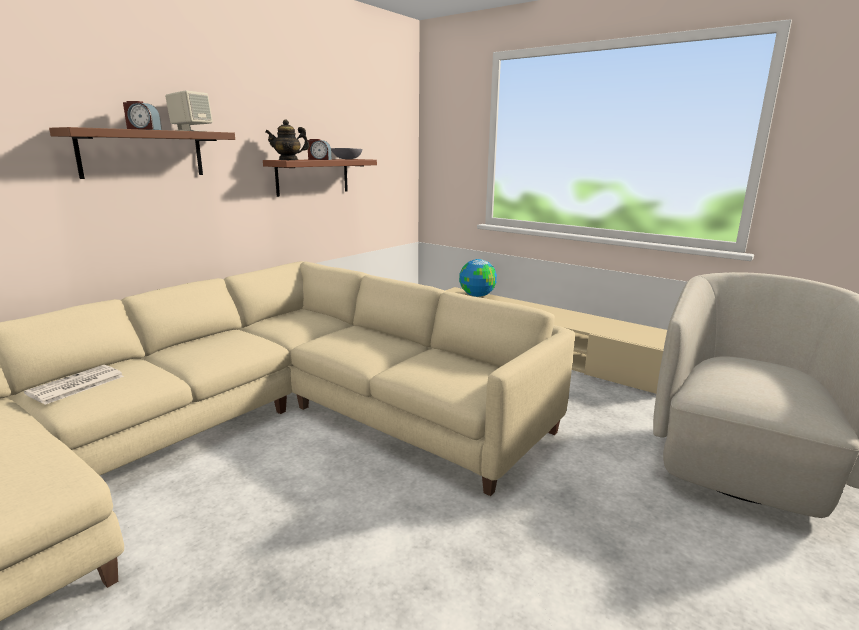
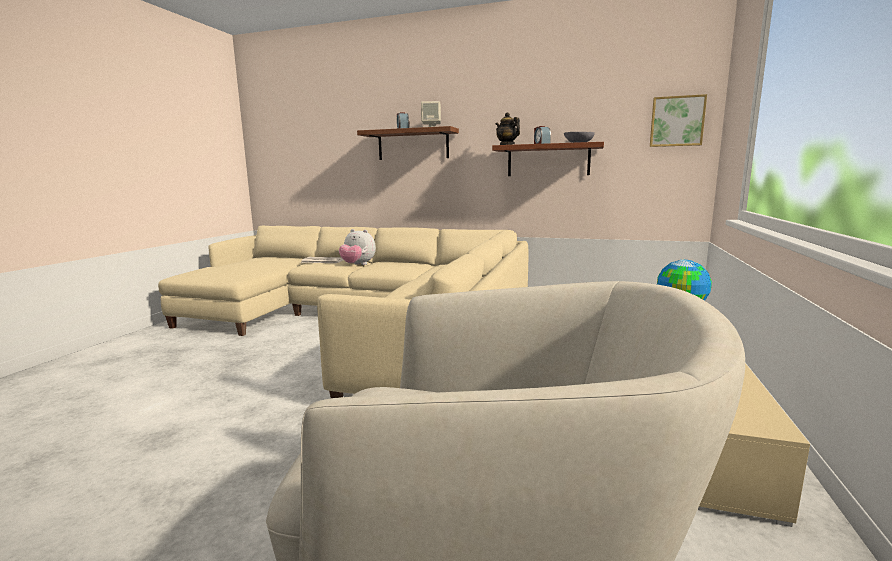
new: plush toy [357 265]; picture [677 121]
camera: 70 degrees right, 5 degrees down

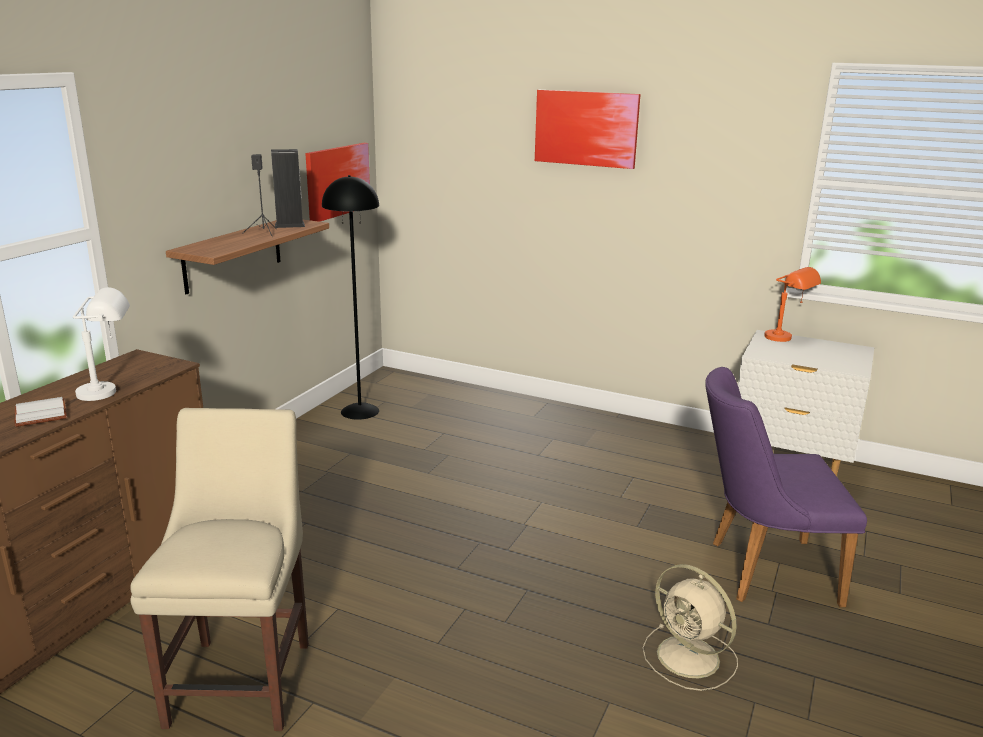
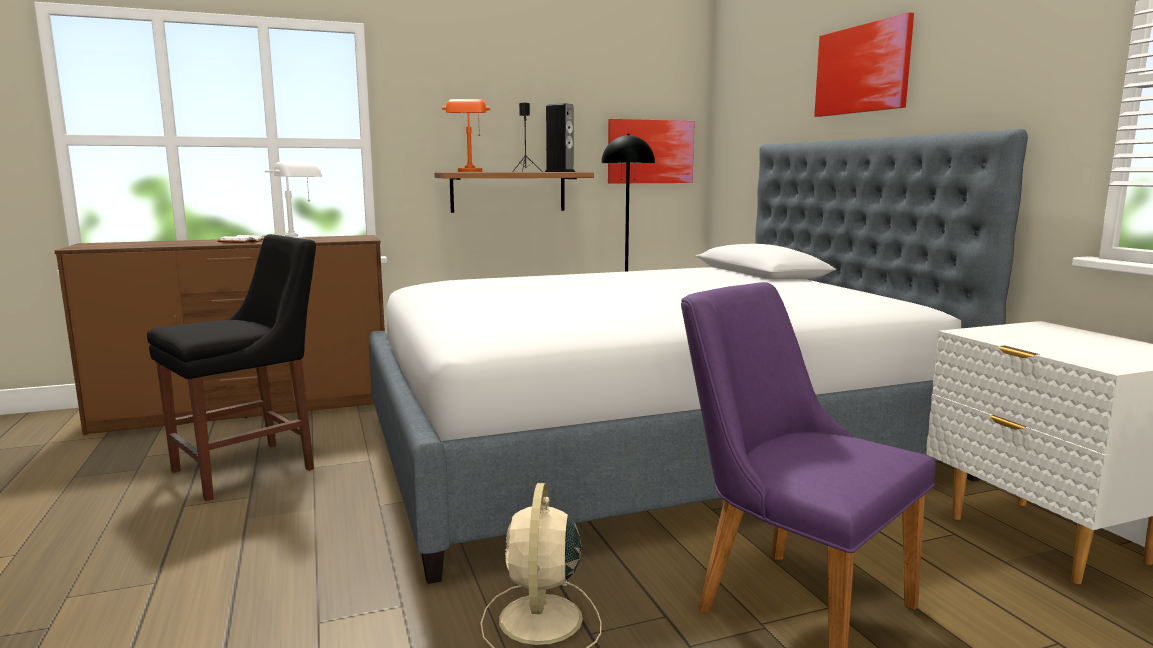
new: bed [647 446]
shifted: orange table lamp [786 339] to [469 172]
repainted: beige chair [243 677] to black chair [251 468]
camera: 45 degrees right, 10 degrees down

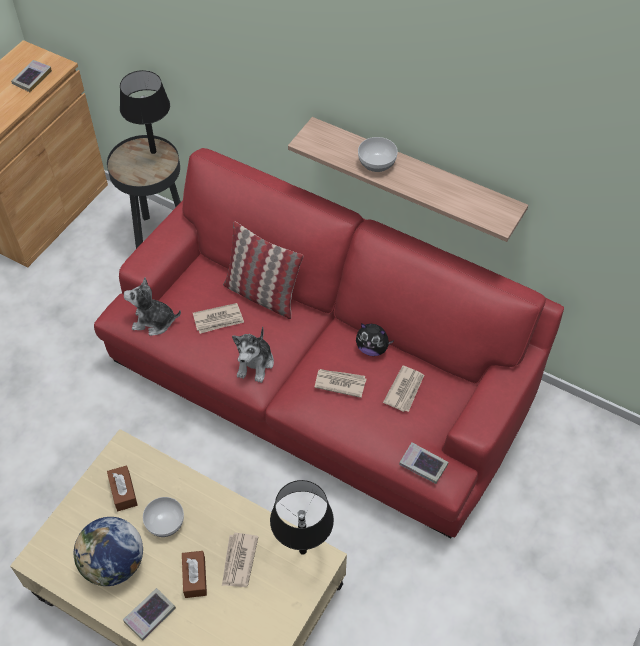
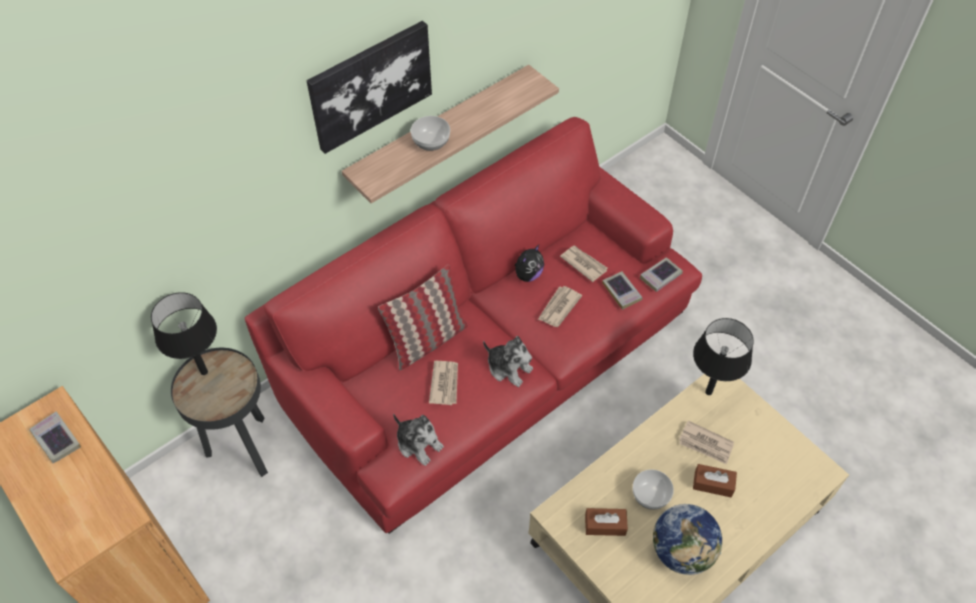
new: picture [370 85]
shifted: book [150 615] to [621 292]
rotated: plush toy [154 321] = [418 443] 75 degrees counterclockwise
camera: 70 degrees left, 0 degrees up

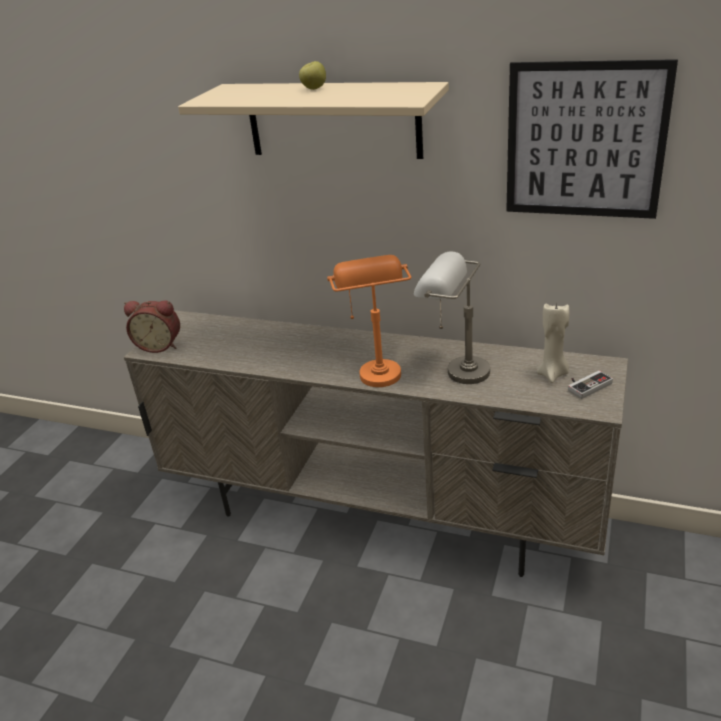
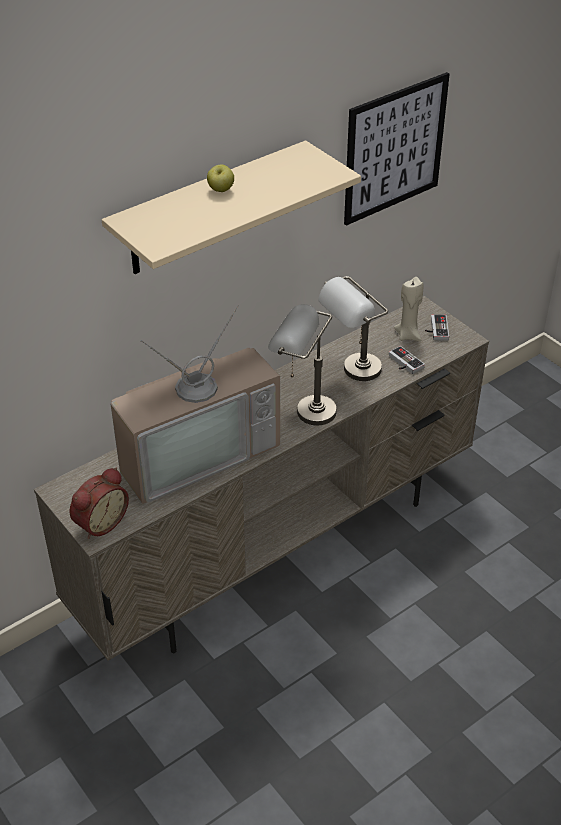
new: television [196 451]; game controller [403 363]
repainted: orange table lamp [376 368] to grey table lamp [303 409]
camera: 60 degrees left, 10 degrees up

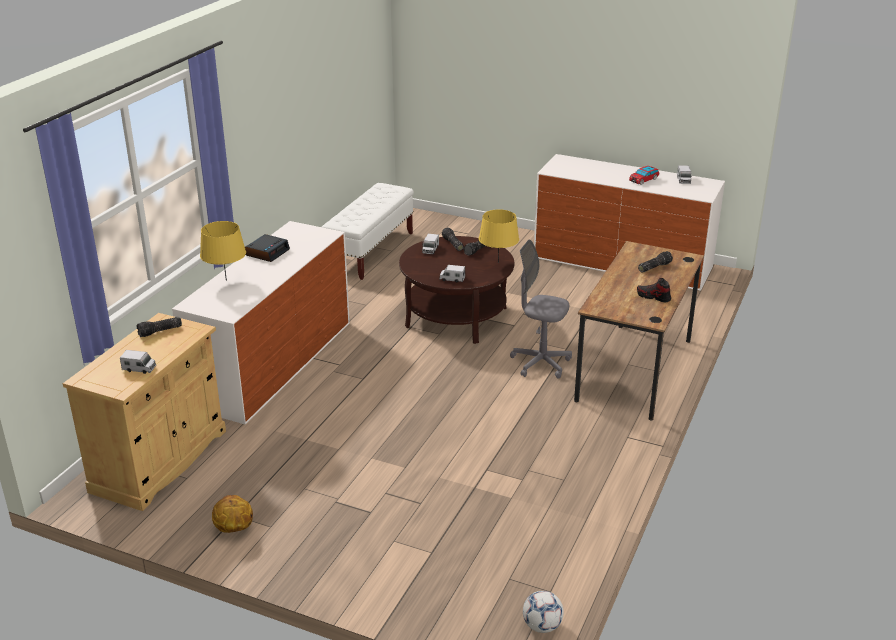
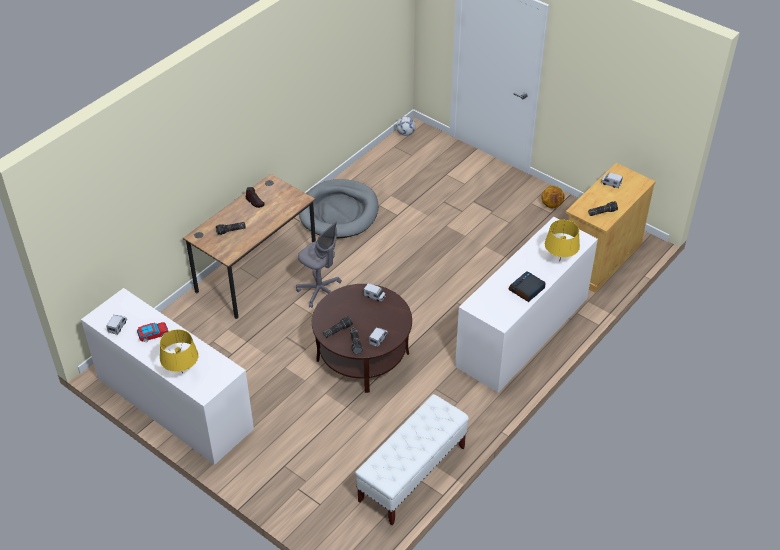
new: grey dog bed [339 212]
shifted: yellow table lamp [498 262] to [182 373]
camera: 165 degrees left, 15 degrees up

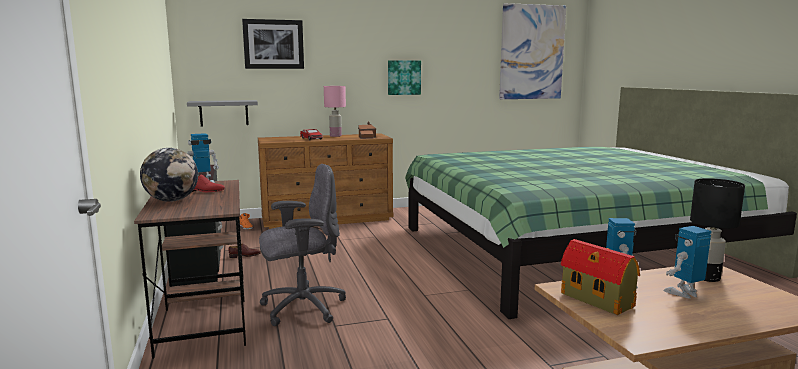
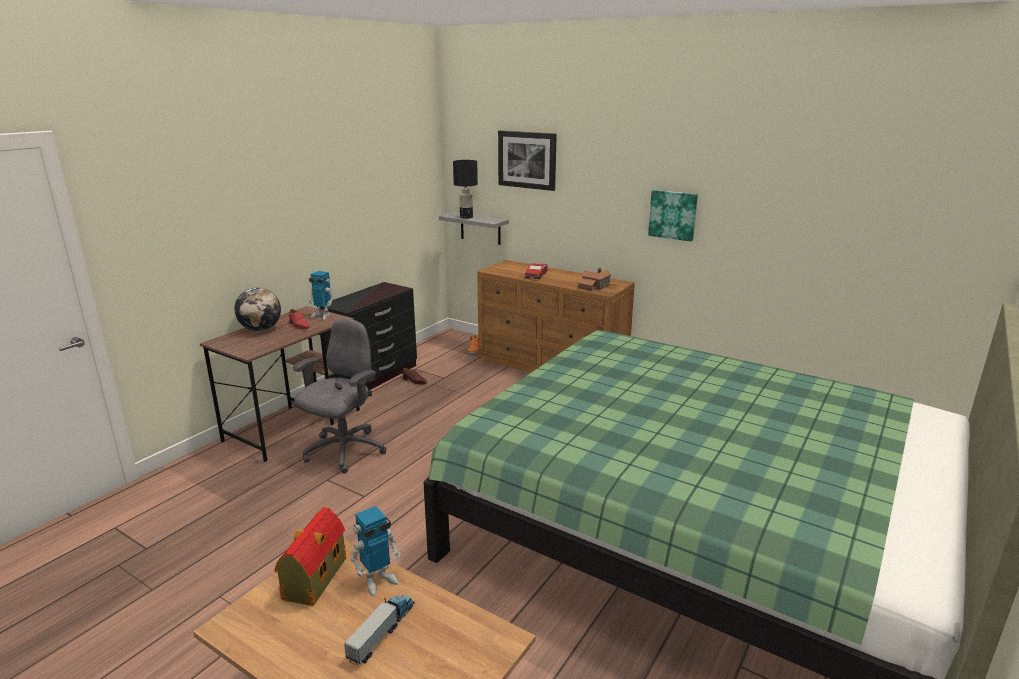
gone: pink table lamp [335 136]; picture [531 52]
shifted: black table lamp [706 278] to [466 217]
swapped: toy robot [684 293] to toy truck [382 632]
rotated: grey office chair [301 308] = [344 451] 90 degrees counterclockwise
camera: 50 degrees right, 10 degrees up

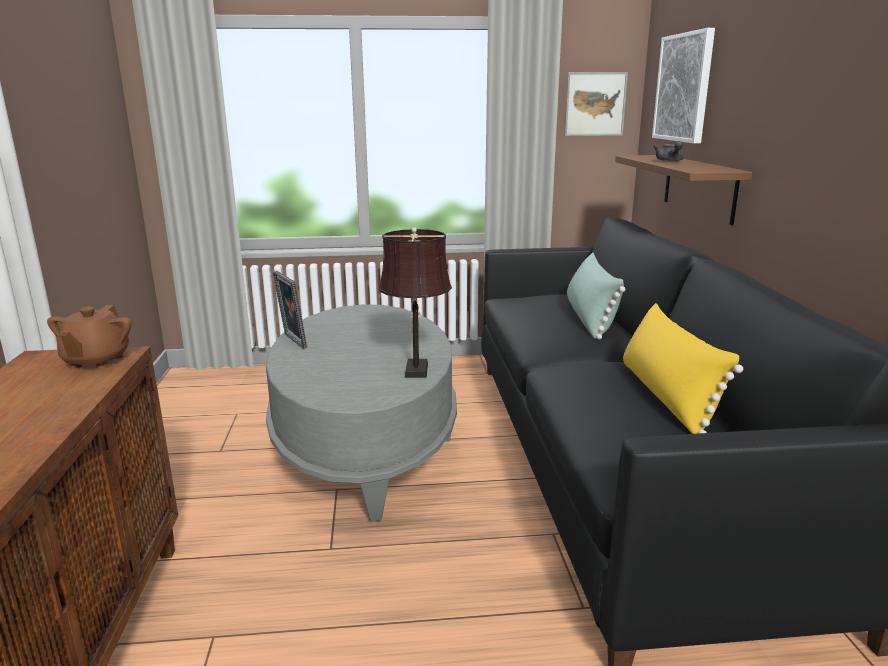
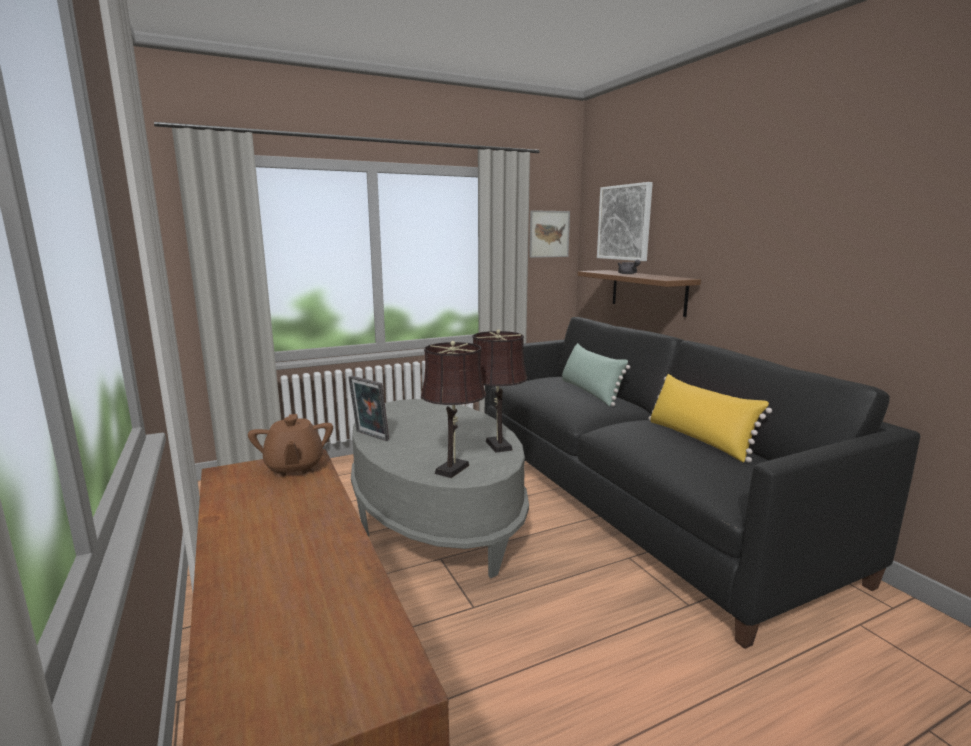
new: brown table lamp [454 468]
camera: 20 degrees left, 5 degrees down

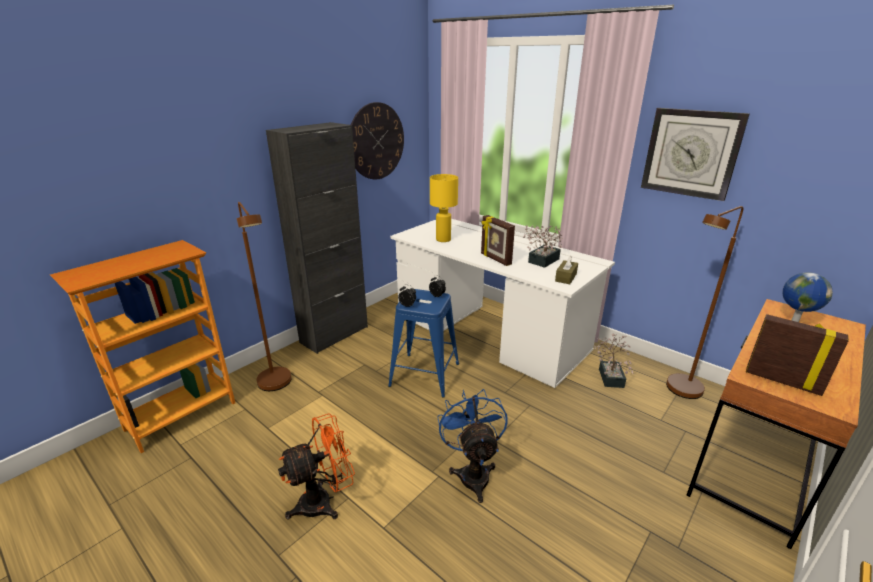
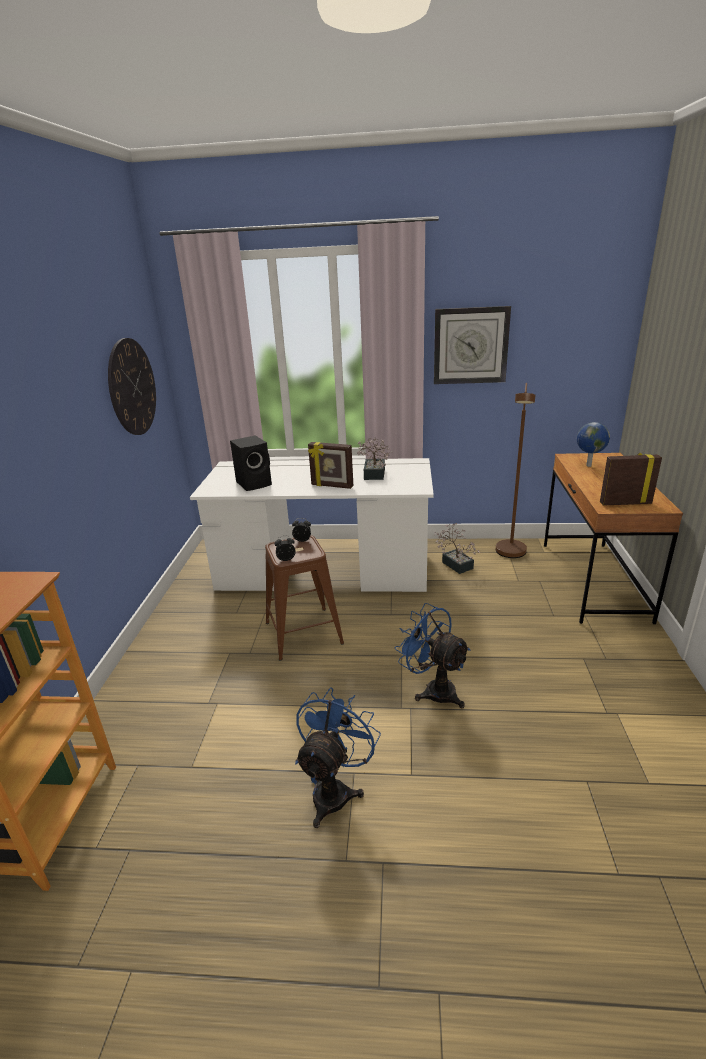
gone: brown floor lamp [277 386]; black cabinet [334 334]; brown tissue box [566 277]
swapped: yellow table lamp [443 239] to black speaker [255 483]
repainted: orange fan [324 501] to blue fan [335 790]; blue stool [425 374] to brown stool [304 633]
camera: 35 degrees left, 0 degrees up

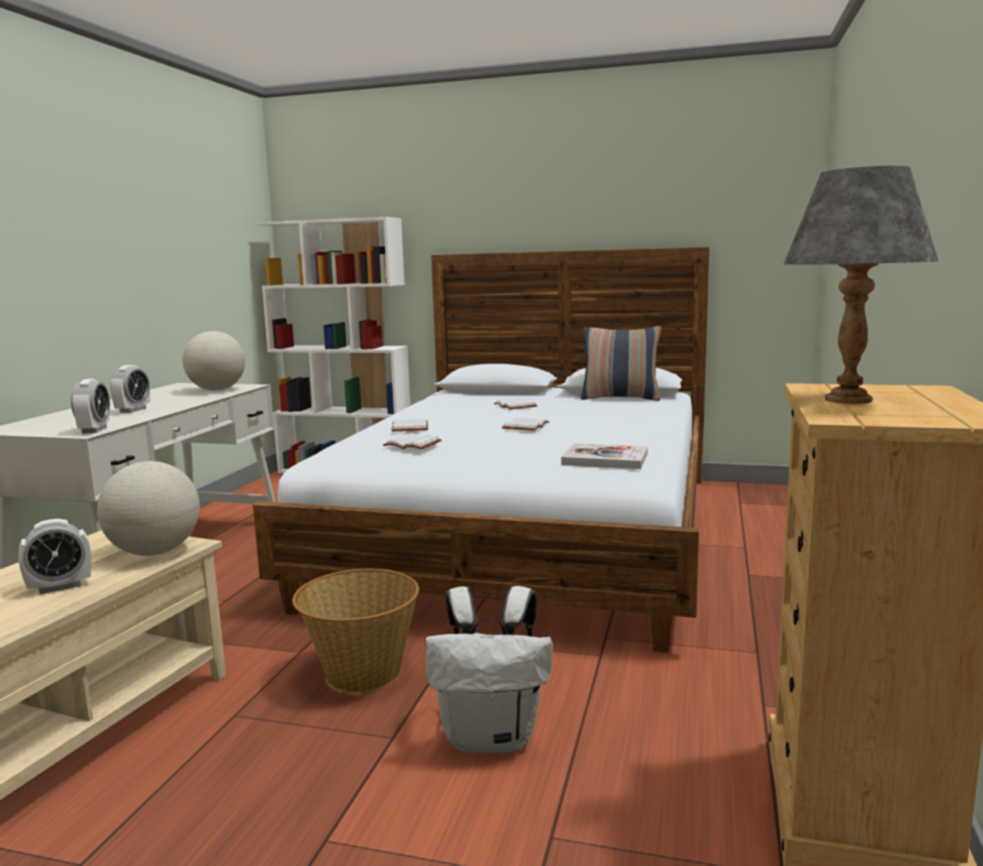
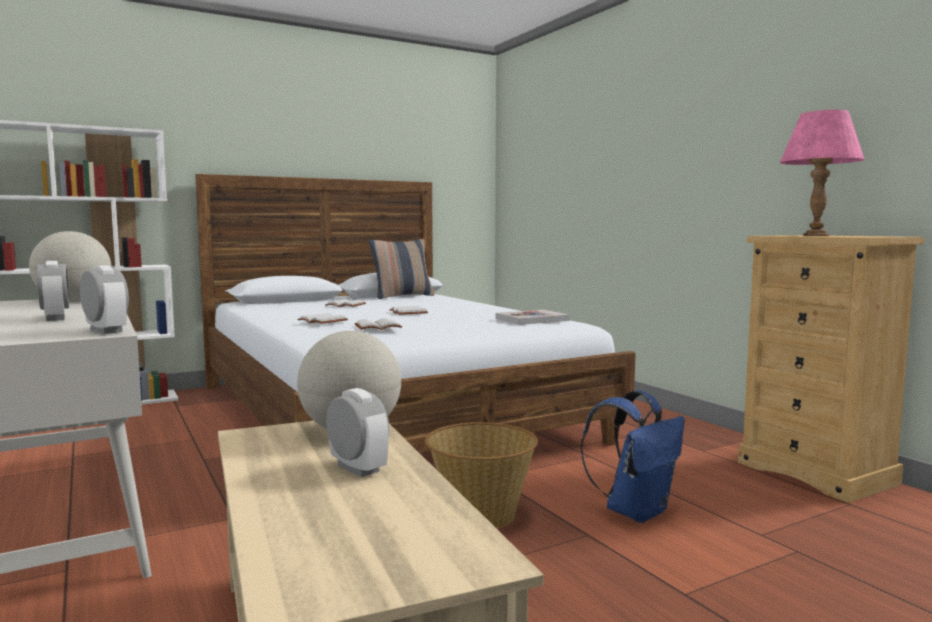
repainted: white backpack [492 737] to blue backpack [636 511]; grey table lamp [847 400] to pink table lamp [816 236]
rotated: alarm clock [60 587] = [358 468] 60 degrees counterclockwise
camera: 45 degrees left, 5 degrees down

